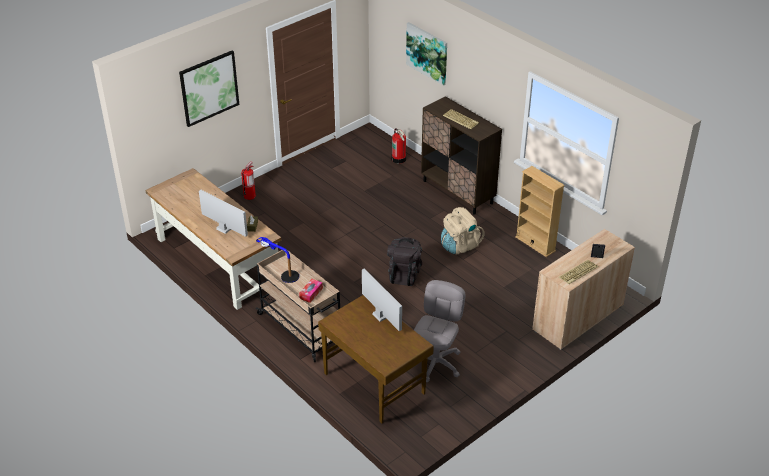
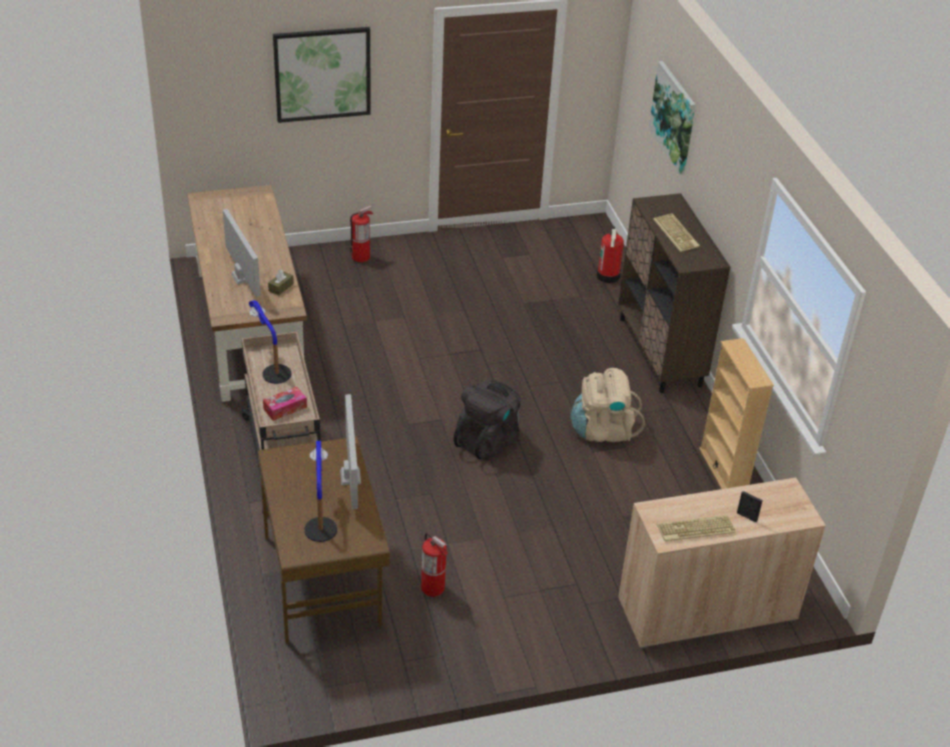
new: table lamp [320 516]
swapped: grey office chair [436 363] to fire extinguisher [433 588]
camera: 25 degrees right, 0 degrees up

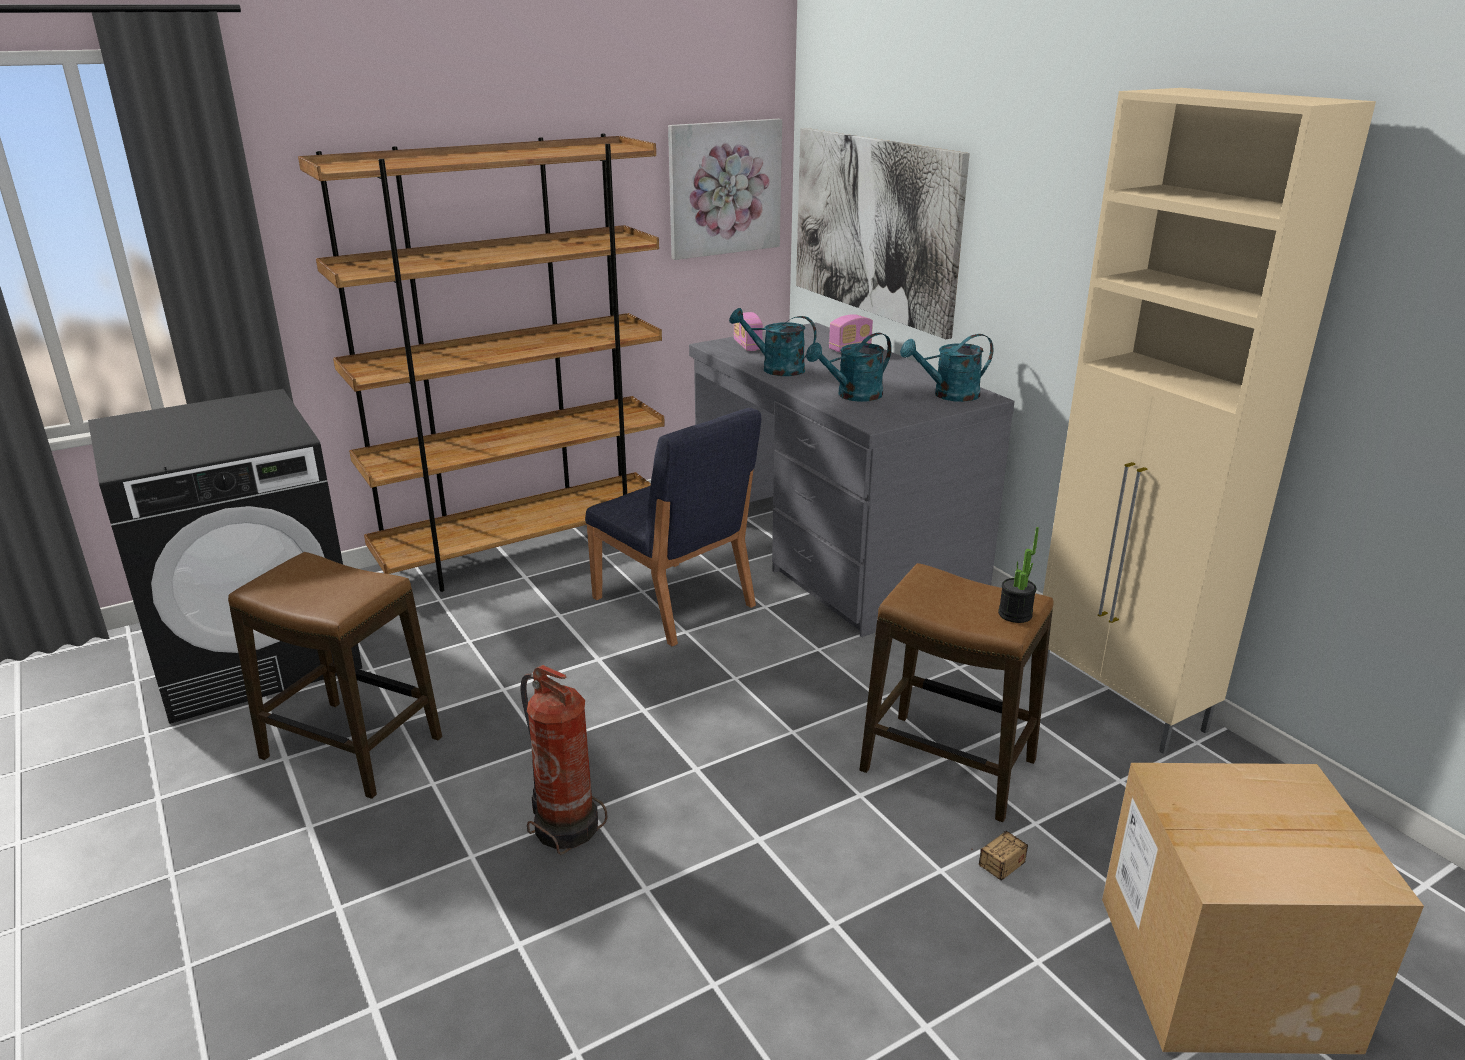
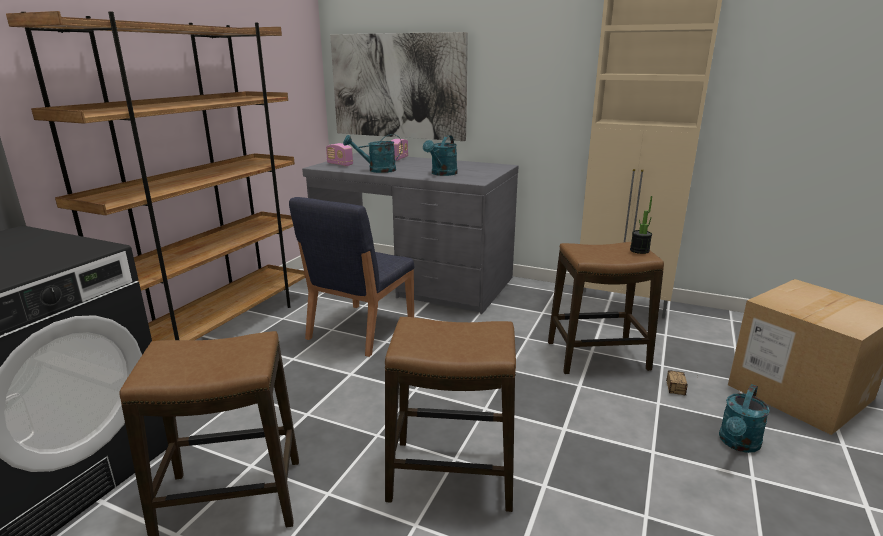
gone: picture [724 188]
shifted: turquoise watering can [948 395] to [738 444]
swapped: fire extinguisher [565 825] to stool [452 474]
rotated: blue chair [674 603] = [360 329] 105 degrees clockwise
camera: 35 degrees left, 5 degrees down

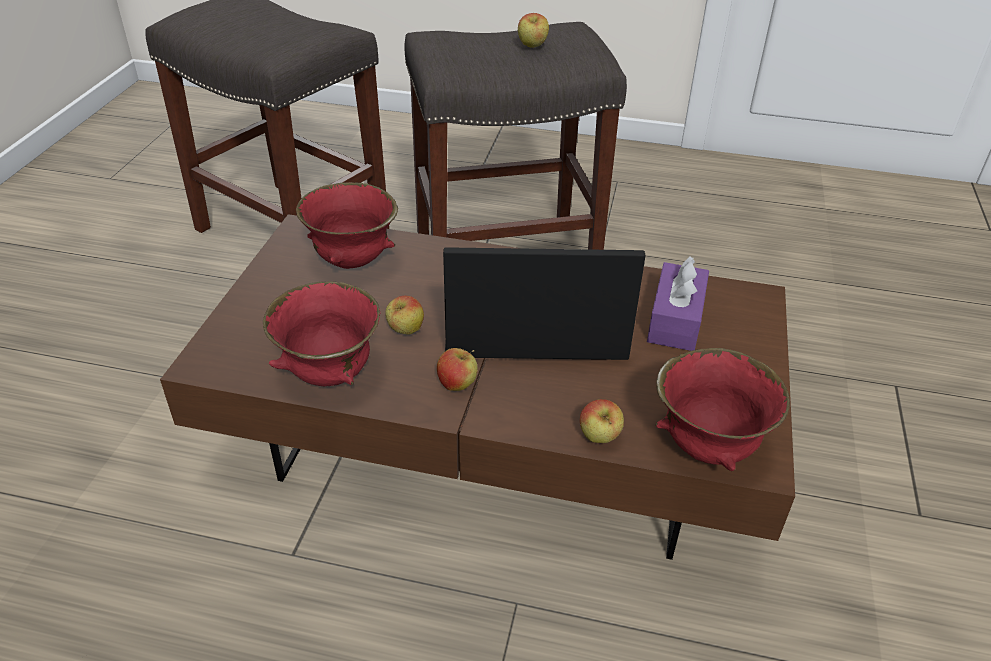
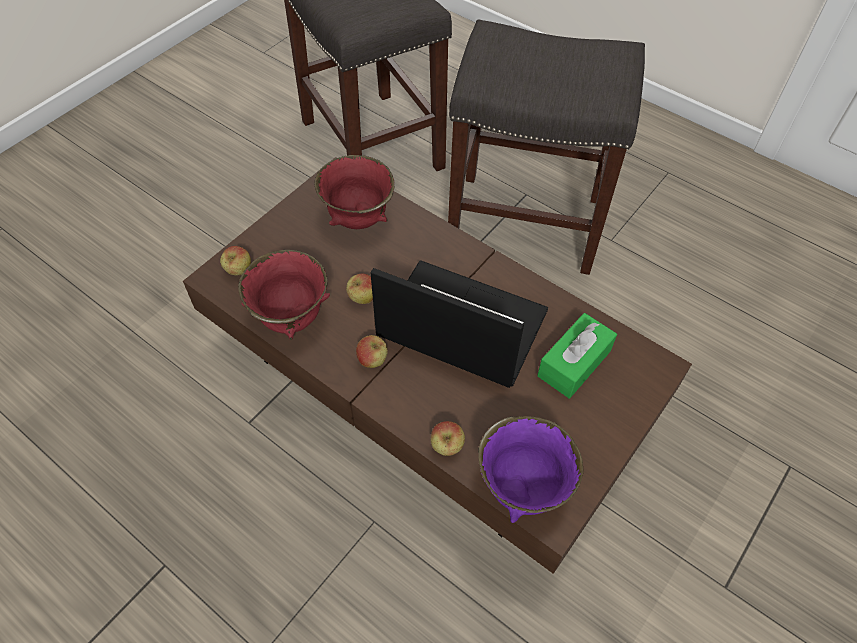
shifted: apple [532 47] to [239 271]
repainted: purple tissue box [675 320] to green tissue box [574 363]; red bowl [708 447] to purple bowl [523 488]
camera: 25 degrees right, 15 degrees up

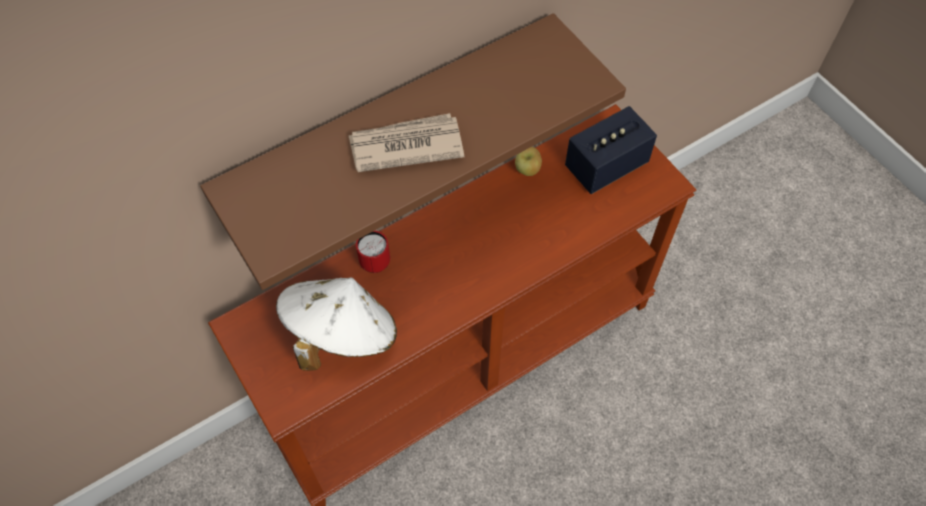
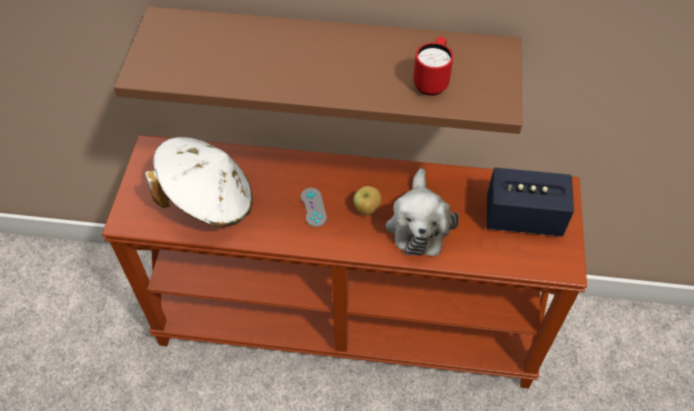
gone: newspaper [405 146]
new: grey game controller [313 207]; plush toy [418 224]
shifted: red mug [373 258] to [432 81]; apple [527 170] to [367 209]
camera: 40 degrees right, 5 degrees down

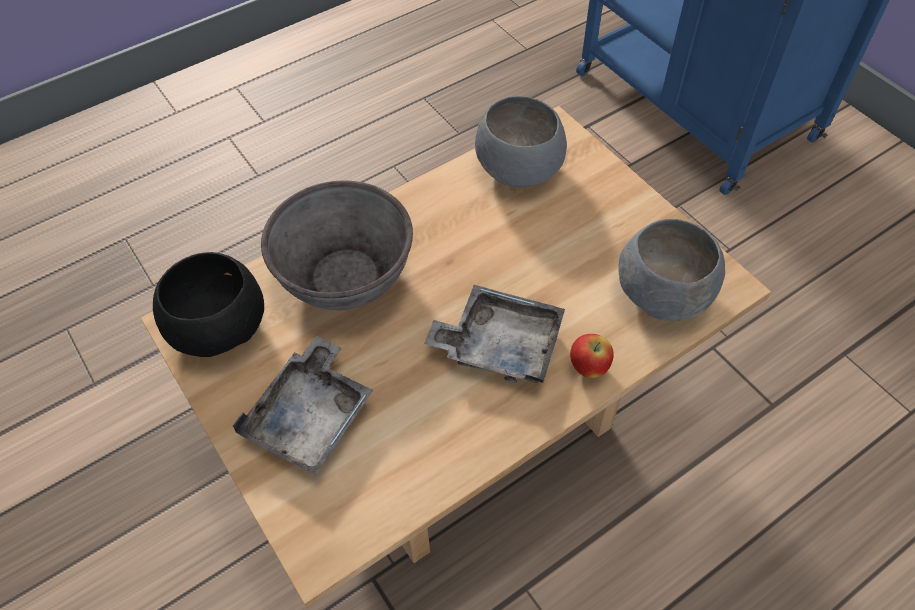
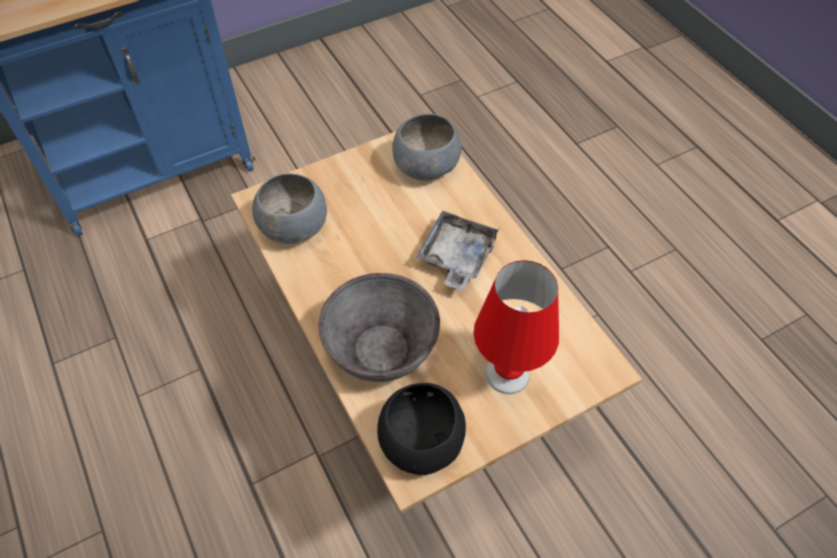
gone: apple [588 368]
swapped: grey tray [311 416] to red table lamp [507 373]
camera: 85 degrees left, 0 degrees up

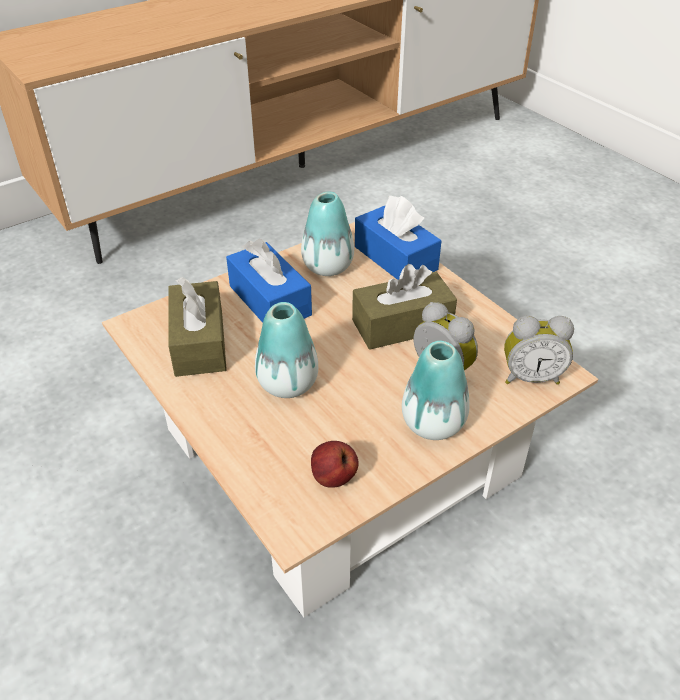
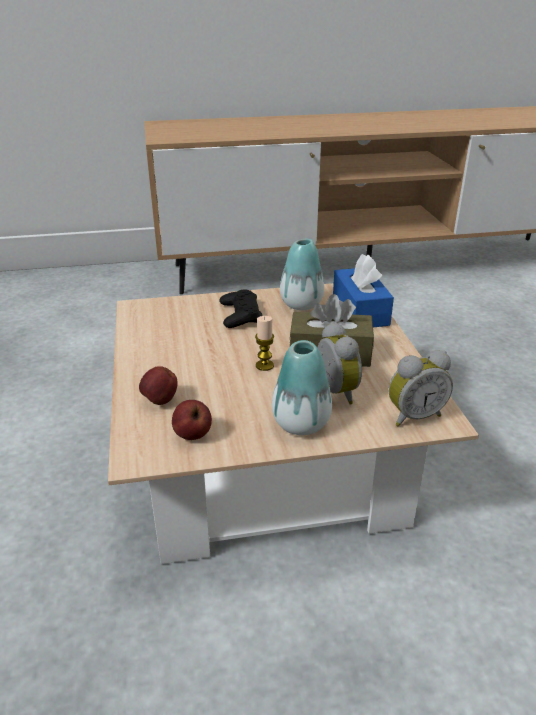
gone: brown tissue box [199 342]; vase [288 384]
new: apple [160 401]; candle [264 365]
swapped: blue tissue box [270 300] to black game controller [240 315]
rotated: alarm clock [530 377] = [413 416] 45 degrees counterclockwise
camera: 25 degrees right, 10 degrees down

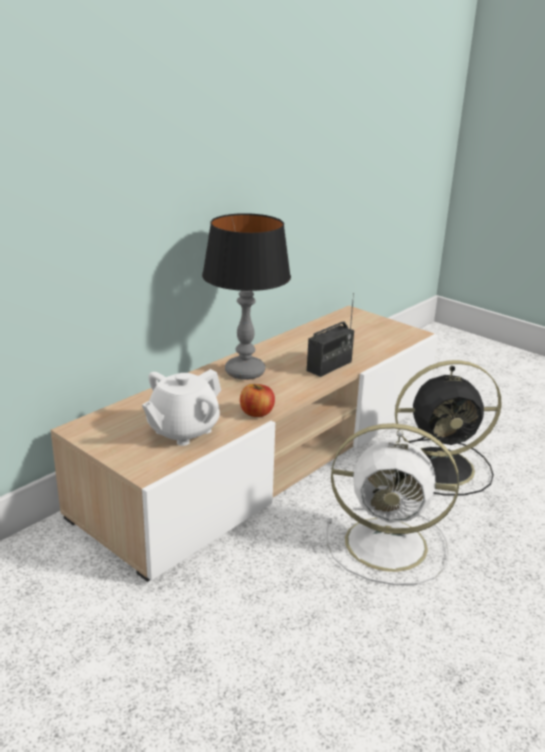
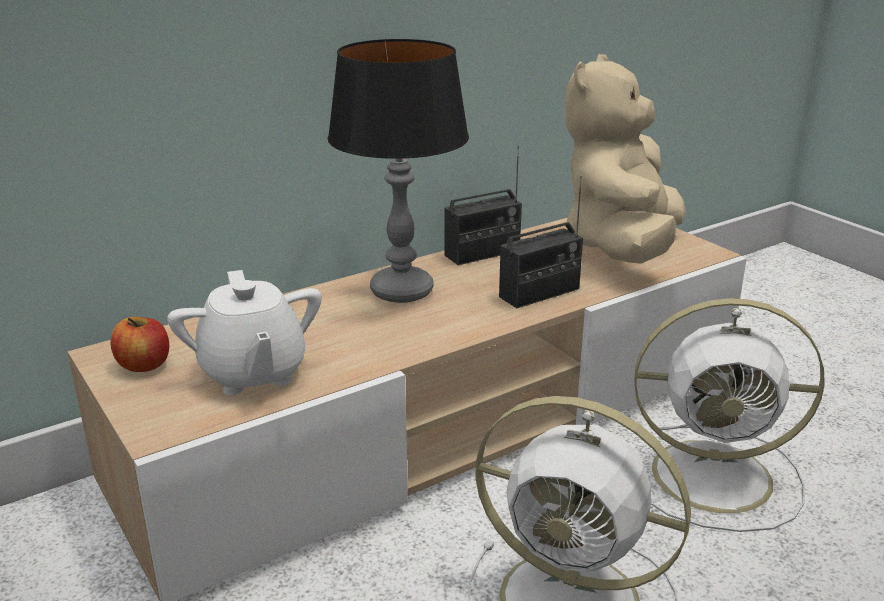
new: radio [482 253]; beige plush toy [621 248]
shifted: apple [256 413] to [144 365]
repainted: black fan [442 466] to white fan [717 476]
rotated: white teapot [182 431] = [253 373] 75 degrees counterclockwise
camera: 15 degrees right, 0 degrees up

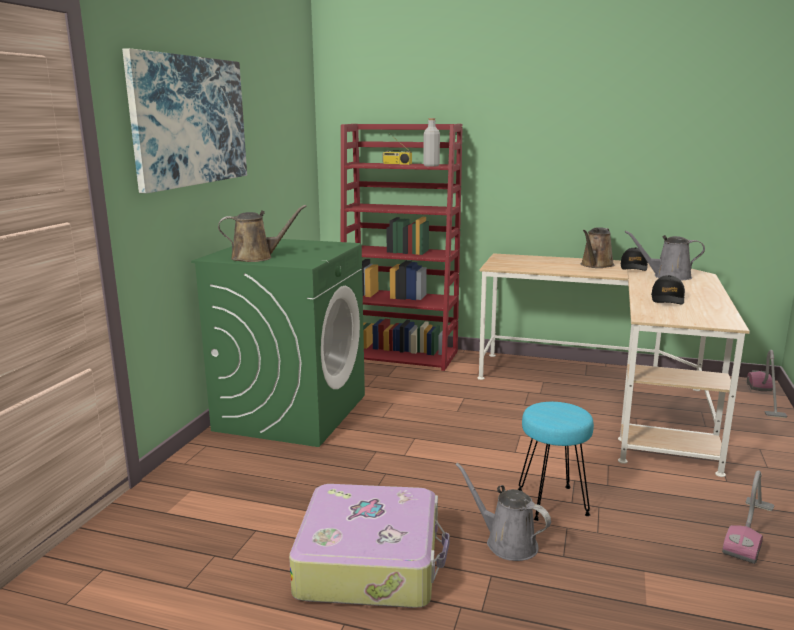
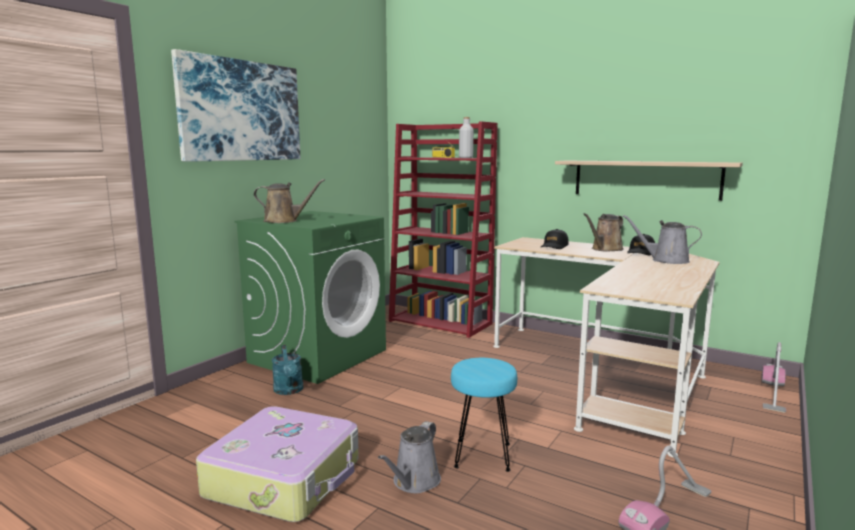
new: turquoise watering can [289 391]; shelf [645 179]
shifted: black cap [667 299] to [554 246]
rotated: grey watering can [507 542] = [414 482] 120 degrees counterclockwise
camera: 15 degrees right, 5 degrees down

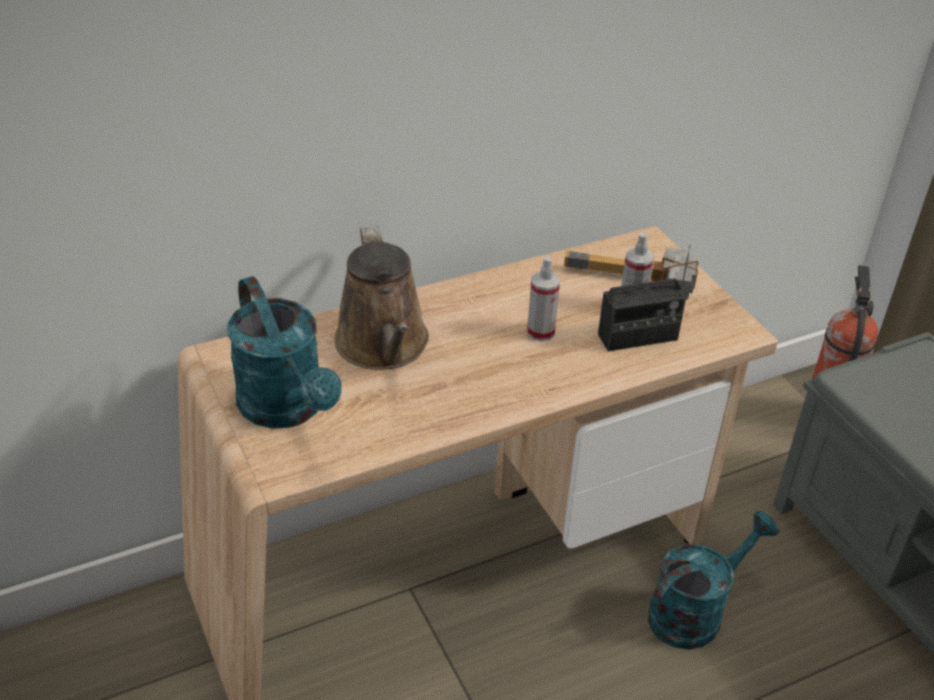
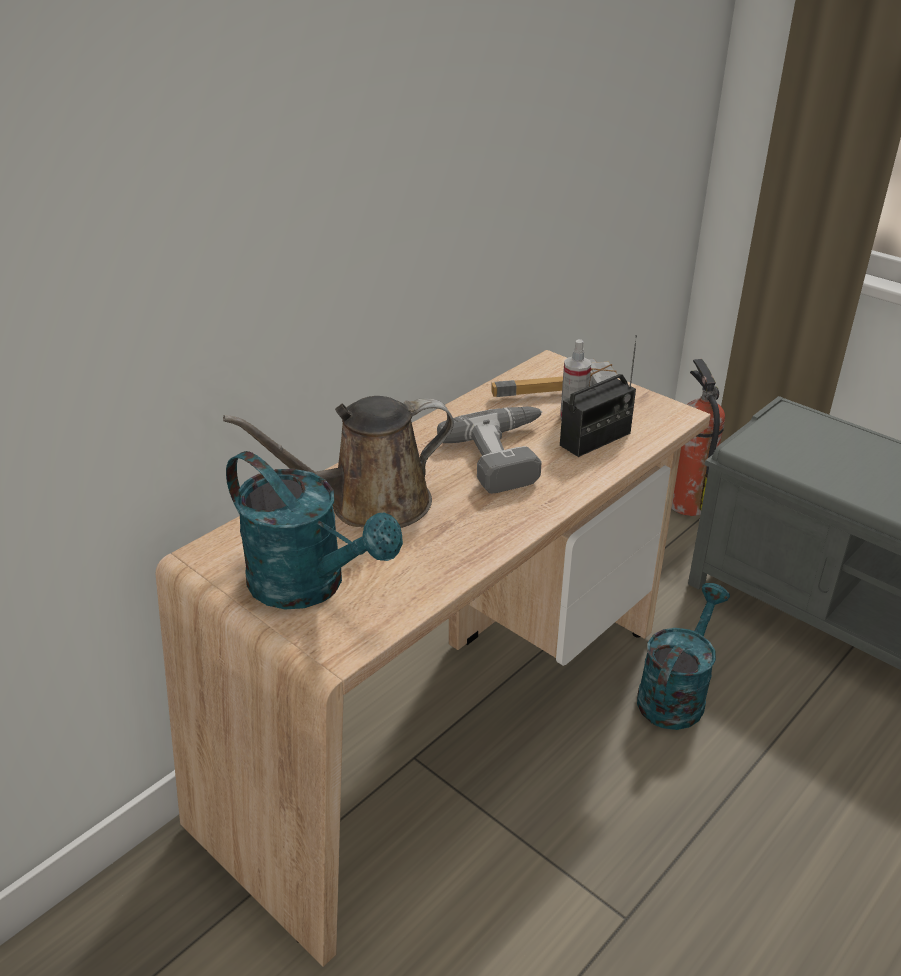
swapped: spray bottle [540 332] to power drill [508 456]
rotated: brown watering can [384 346] = [370 504] 105 degrees clockwise
camera: 20 degrees left, 5 degrees down

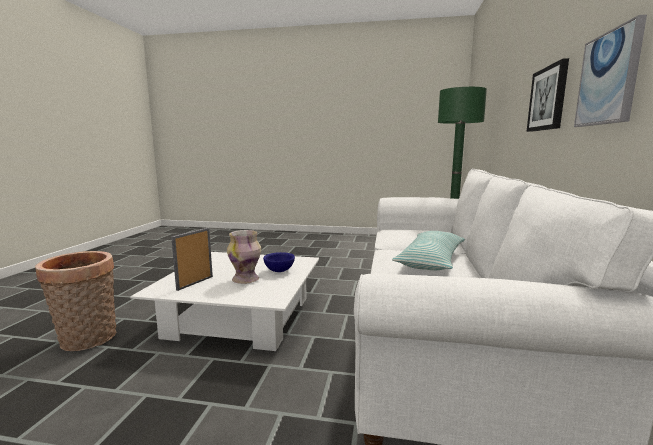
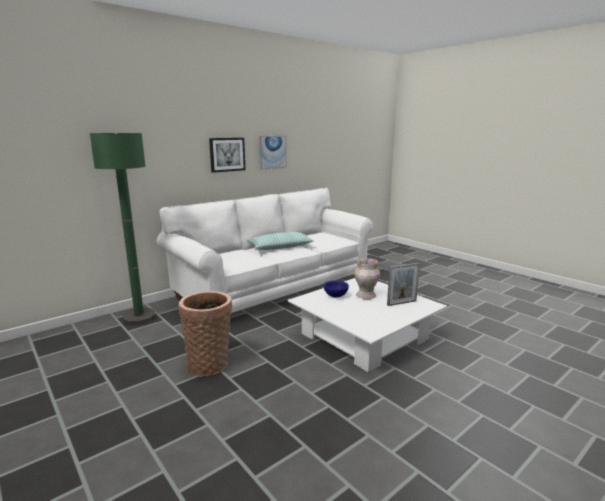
shifted: basket [87 341] to [209 364]
camera: 140 degrees left, 5 degrees up

